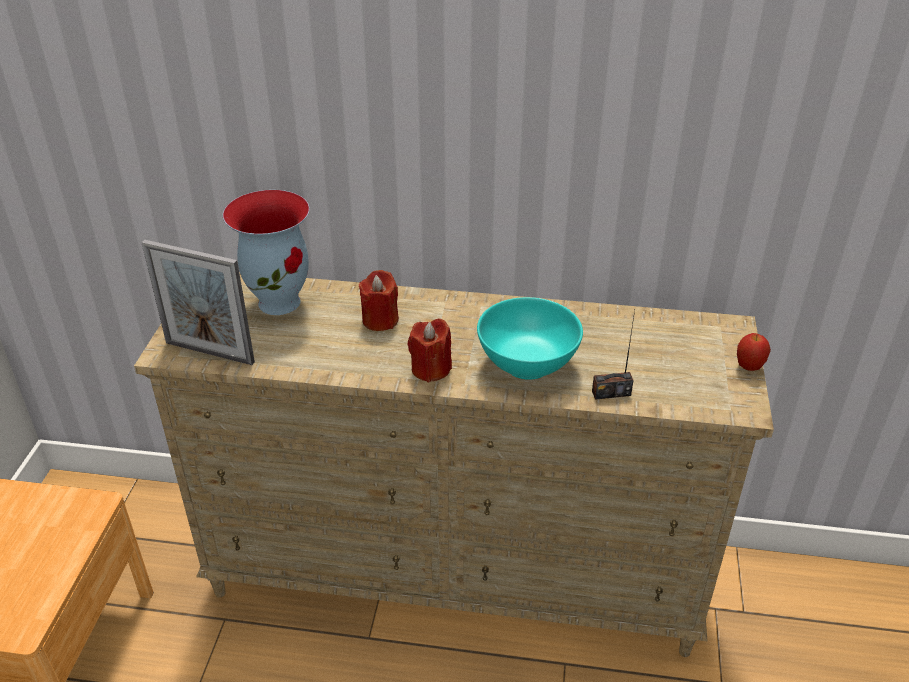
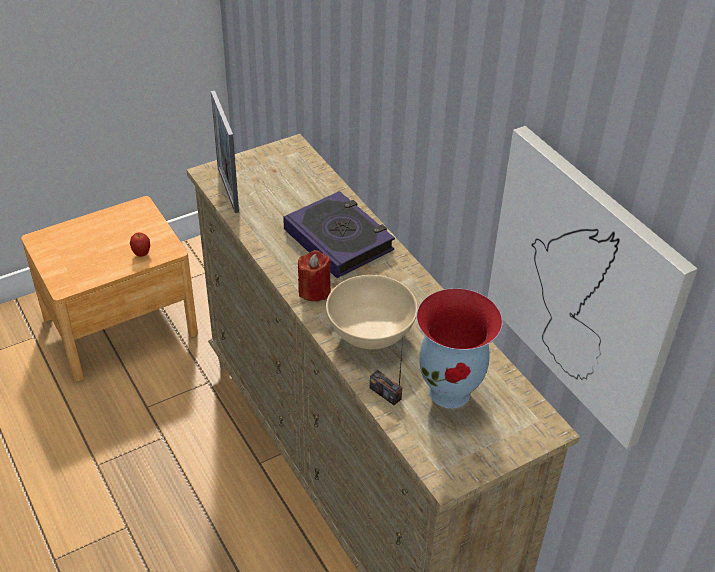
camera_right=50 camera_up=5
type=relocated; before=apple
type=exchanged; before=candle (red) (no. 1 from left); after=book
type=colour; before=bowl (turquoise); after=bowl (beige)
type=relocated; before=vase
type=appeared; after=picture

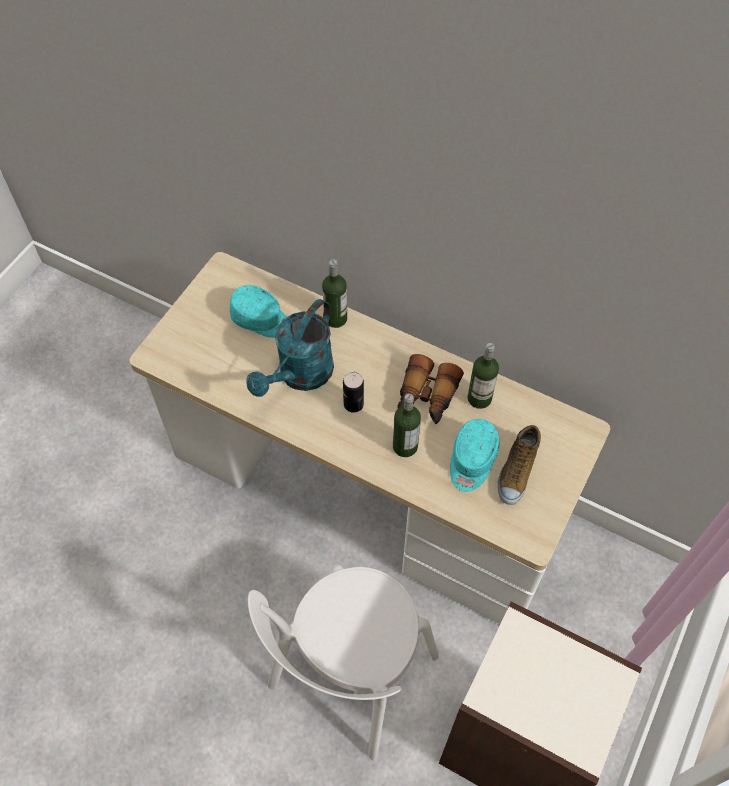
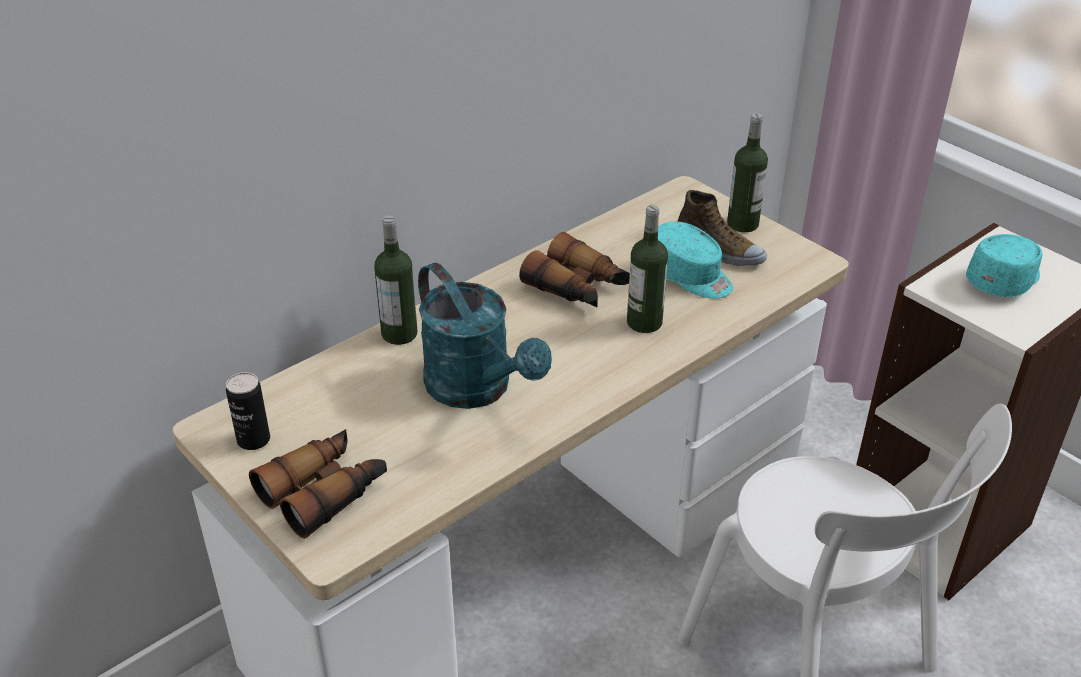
camera_right=-70 camera_up=-20
type=relocated; before=can
type=appeared; after=binoculars (no. 1 from left)
type=relocated; before=bottle (no. 3 from left)
type=relocated; before=cap (turquoise) (no. 1 from left in the first image); after=cap (turquoise) (no. 2 from left)

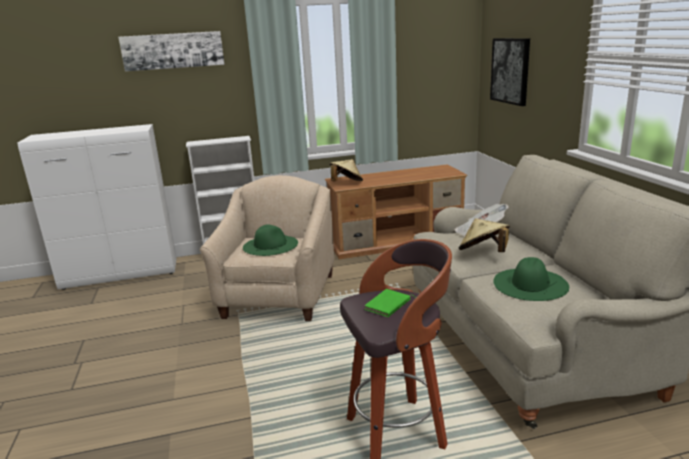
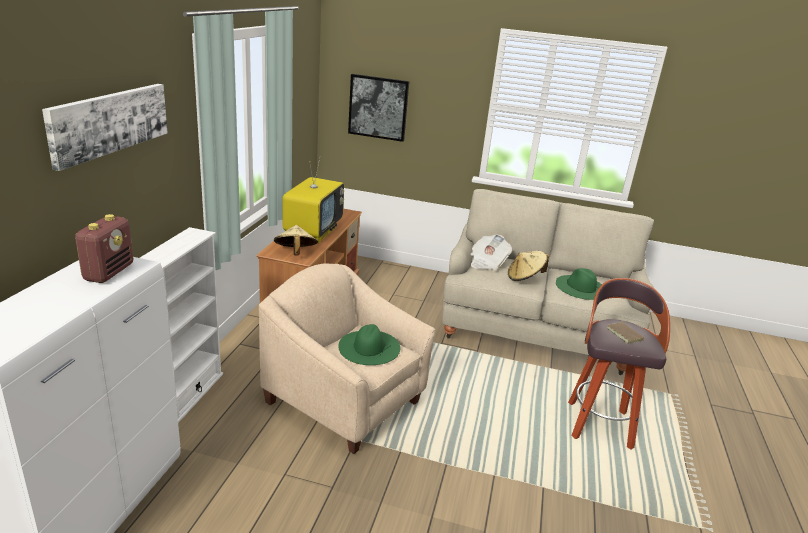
camera_right=-65 camera_up=5
type=appeared; after=radio
type=appeared; after=television
type=colour; before=book (green); after=book (brown)

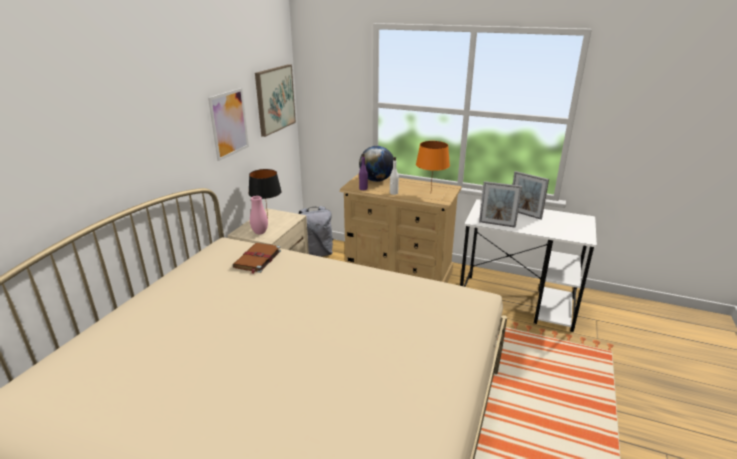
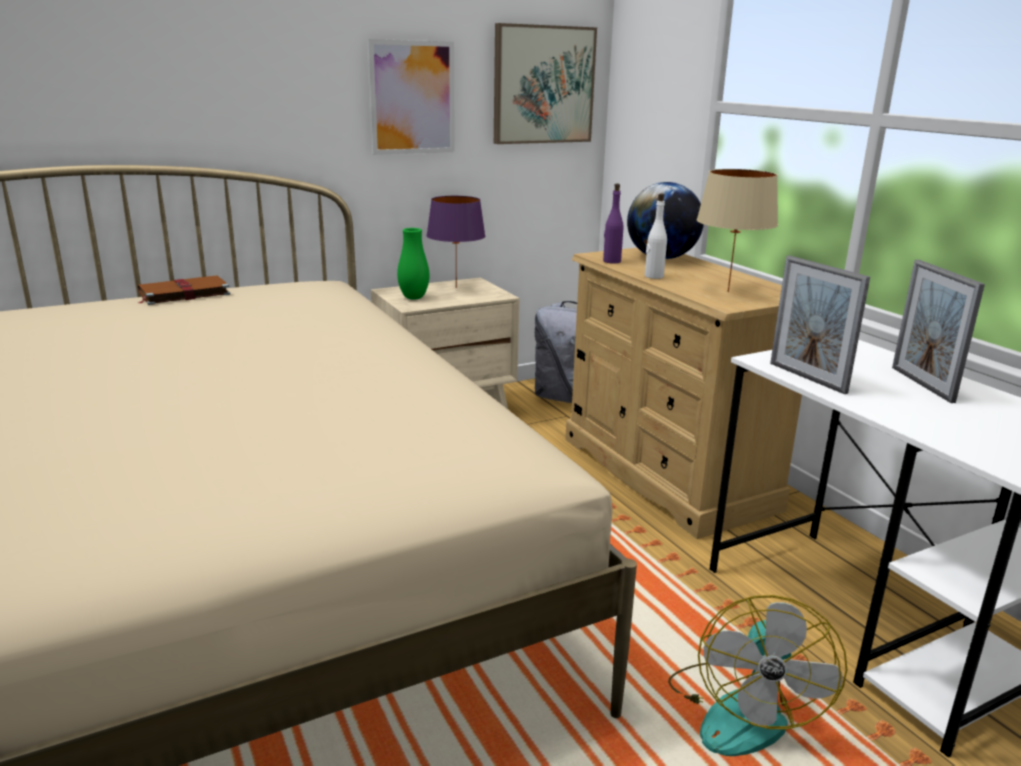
camera_right=40 camera_up=-5
type=relocated; before=book (brown)
type=colour; before=vase (pink); after=vase (green)
type=colour; before=table lamp (black); after=table lamp (purple)
type=appeared; after=fan
type=colour; before=table lamp (orange); after=table lamp (beige)

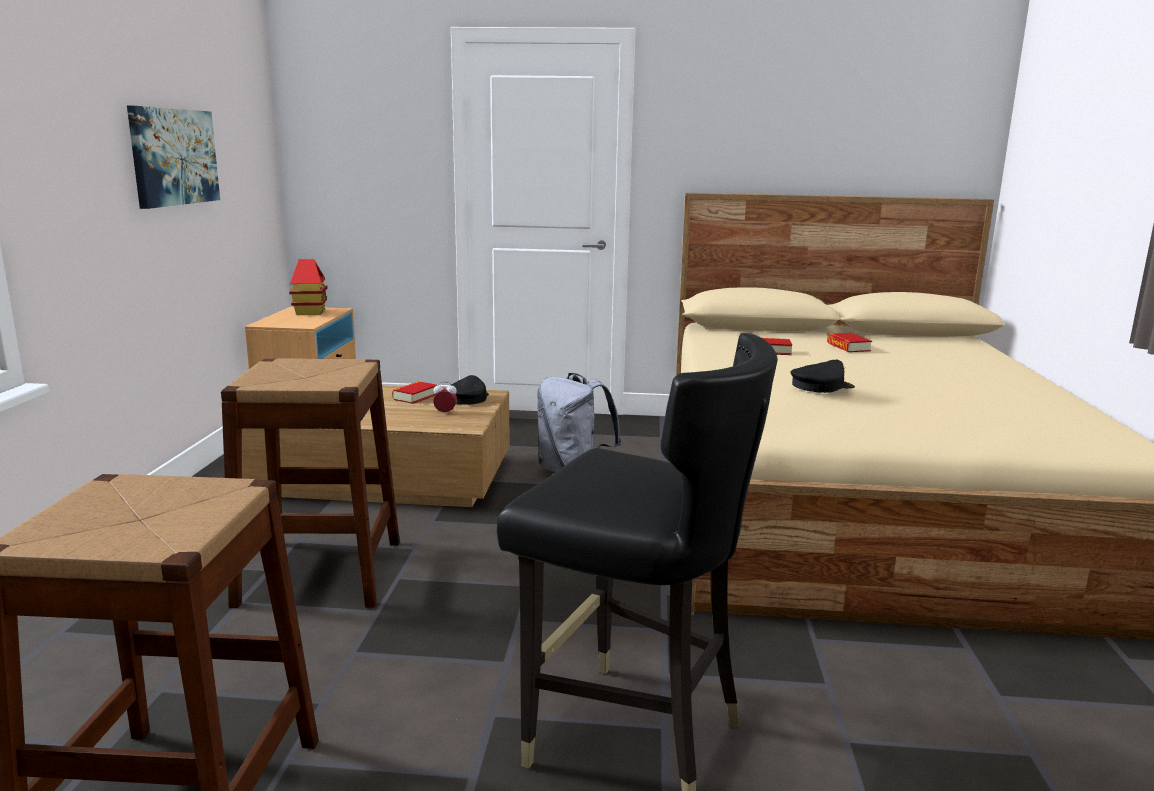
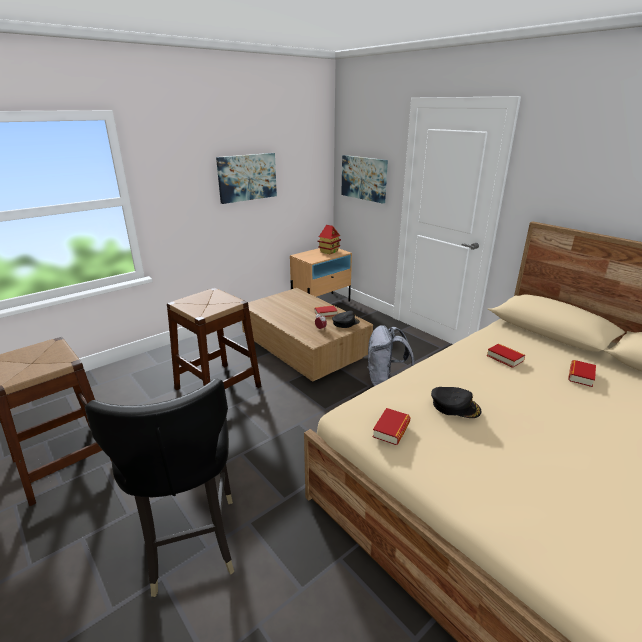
camera_right=45 camera_up=10
type=appeared; after=picture (no. 2 from left)
type=appeared; after=book (no. 2 from left)

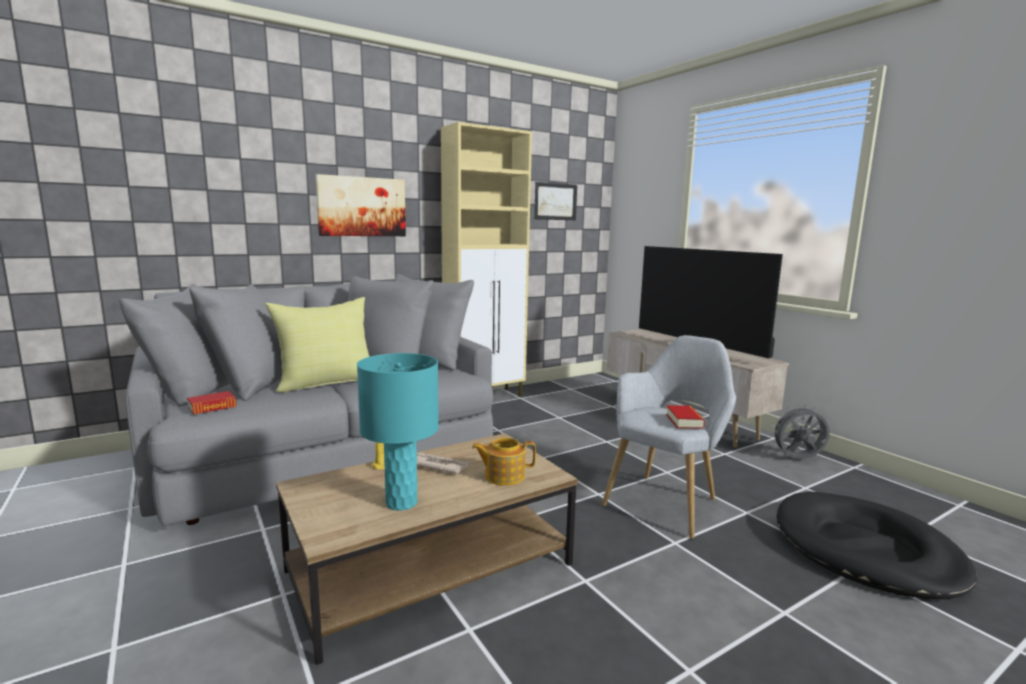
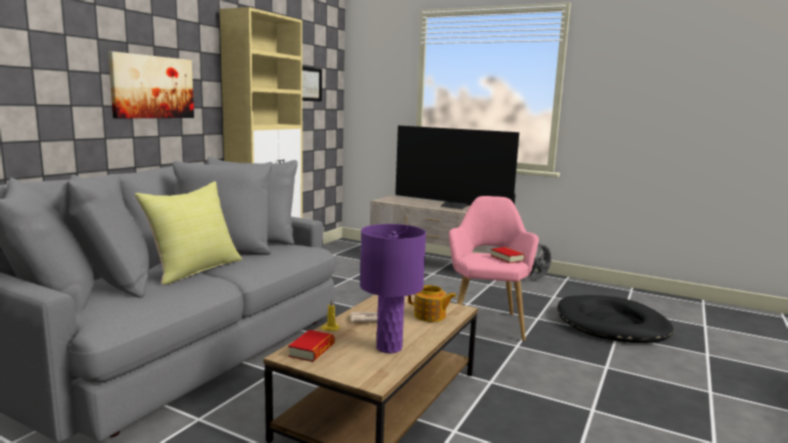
camera_right=-30 camera_up=0
type=relocated; before=book (no. 1 from left)
type=colour; before=table lamp (turquoise); after=table lamp (purple)
type=spun; before=teapot; turn=-120
type=colour; before=armchair (grey); after=armchair (pink)

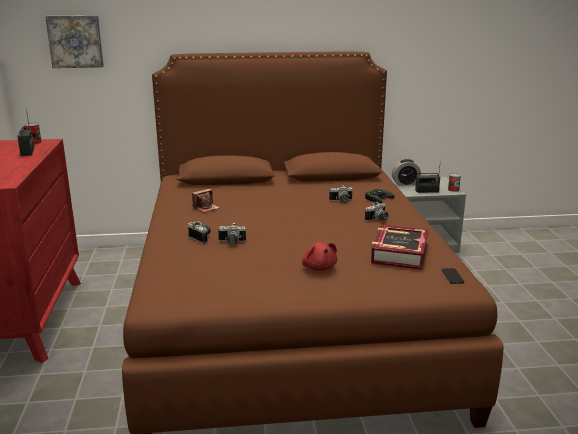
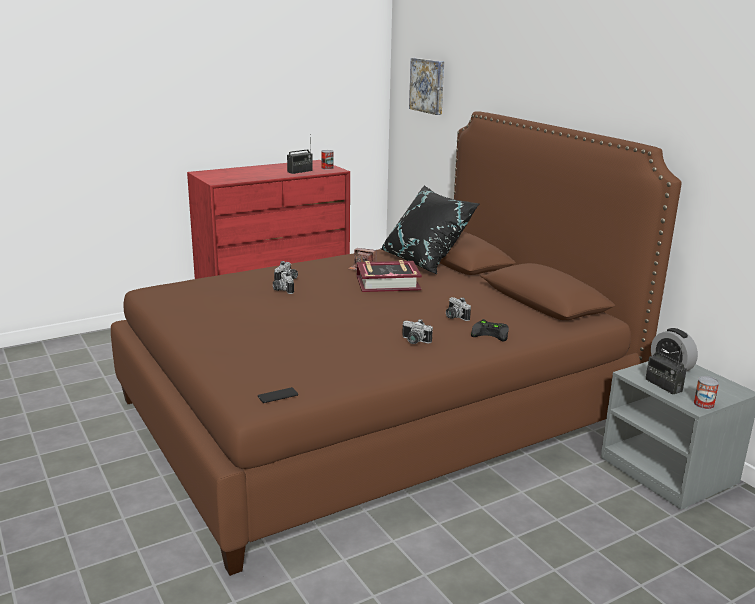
camera_right=65 camera_up=0
type=relocated; before=book
type=appeared; after=pillow (black)
type=missing; before=plush toy (red)

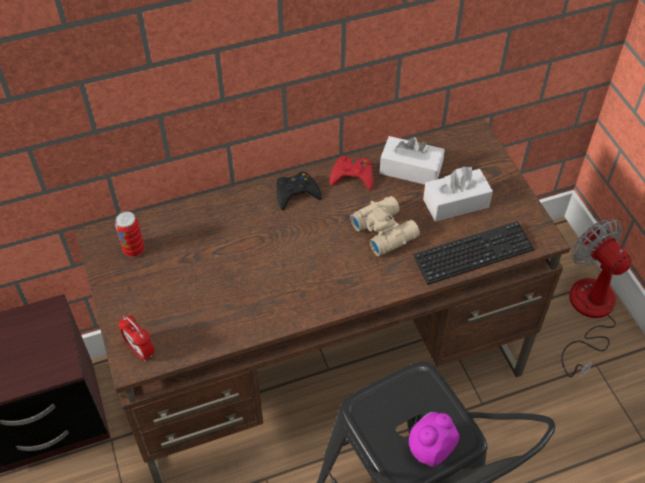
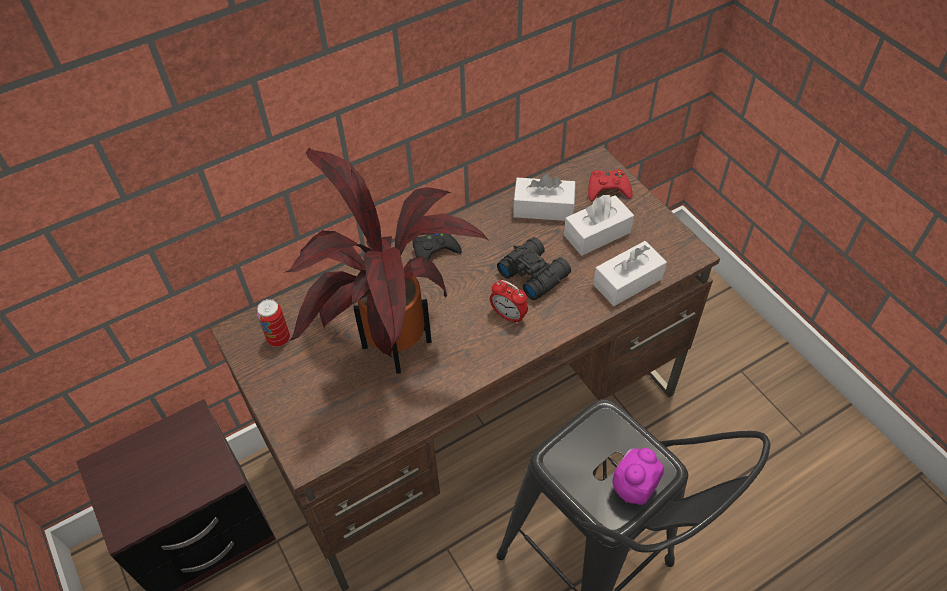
camera_right=-10 camera_up=0
type=appeared; after=potted plant
type=relocated; before=alarm clock (no. 1 from left)
type=colour; before=binoculars (beige); after=binoculars (black)
type=relocated; before=game controller (red)
type=exchanged; before=keyboard; after=tissue box (white) (no. 3 from left)
type=missing; before=fan

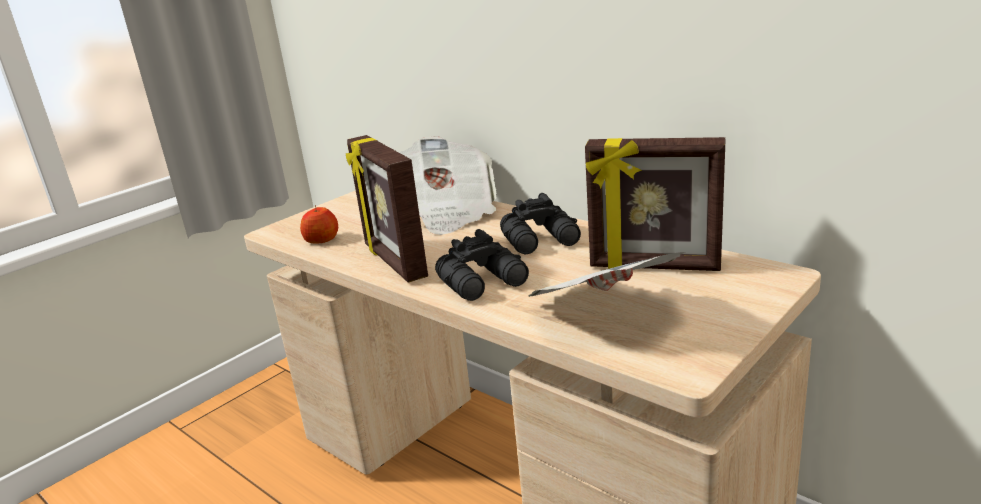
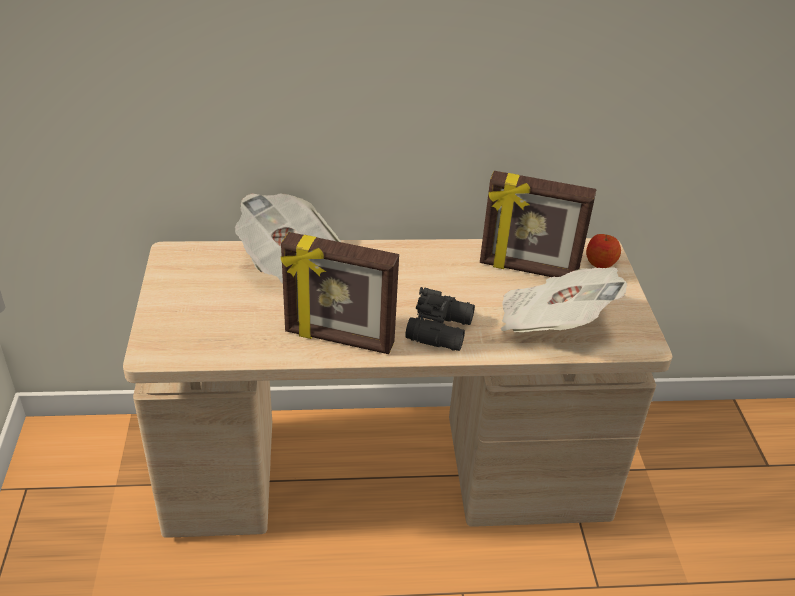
camera_right=-50 camera_up=15
type=spun; before=picture frame (no. 2 from left); turn=45
type=relocated; before=apple
type=missing; before=binoculars (black) (no. 2 from left)

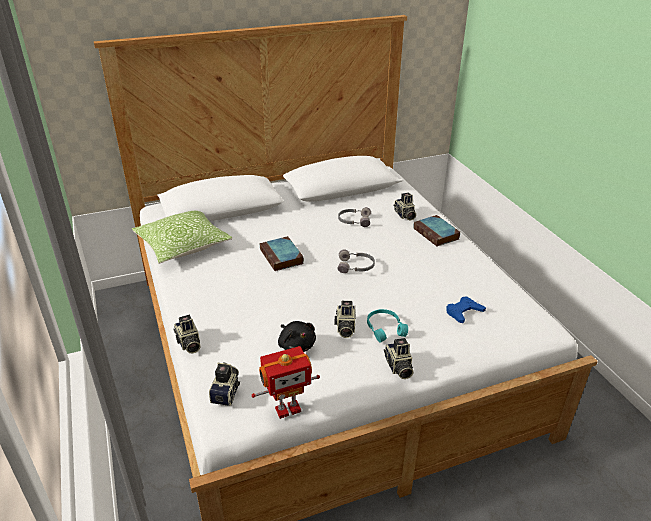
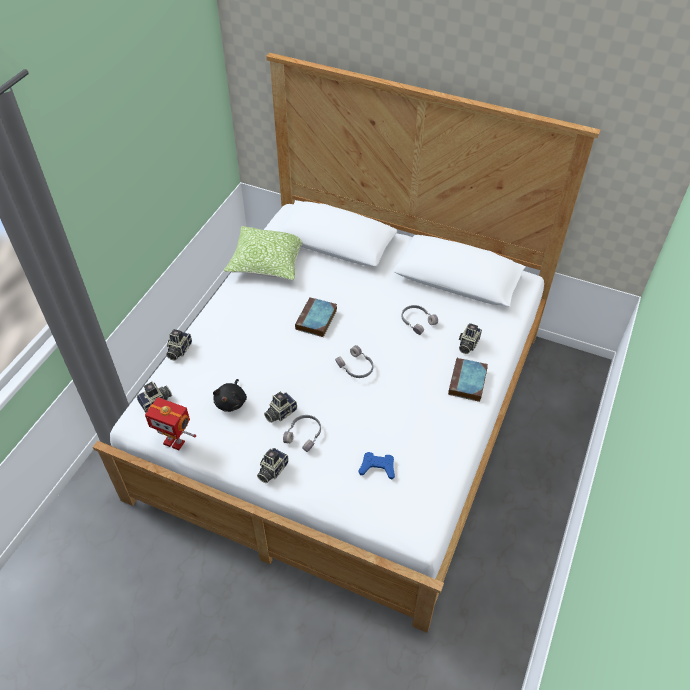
camera_right=45 camera_up=15
type=colour; before=headphones (turquoise); after=headphones (grey) (no. 1 from left)

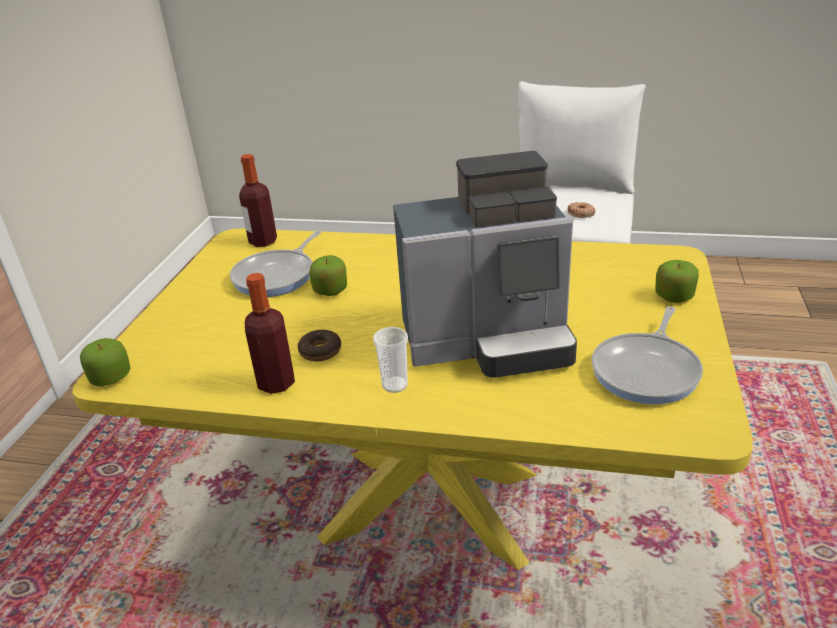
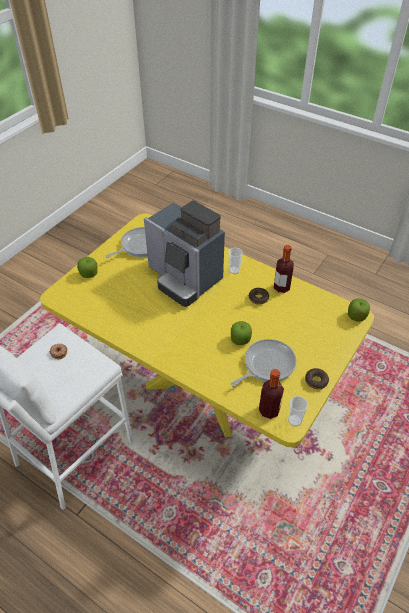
camera_right=-160 camera_up=15
type=spun; before=coffee machine; turn=-150
type=appeared; after=cup (no. 2 from left)
type=appeared; after=donut (no. 3 from left)

